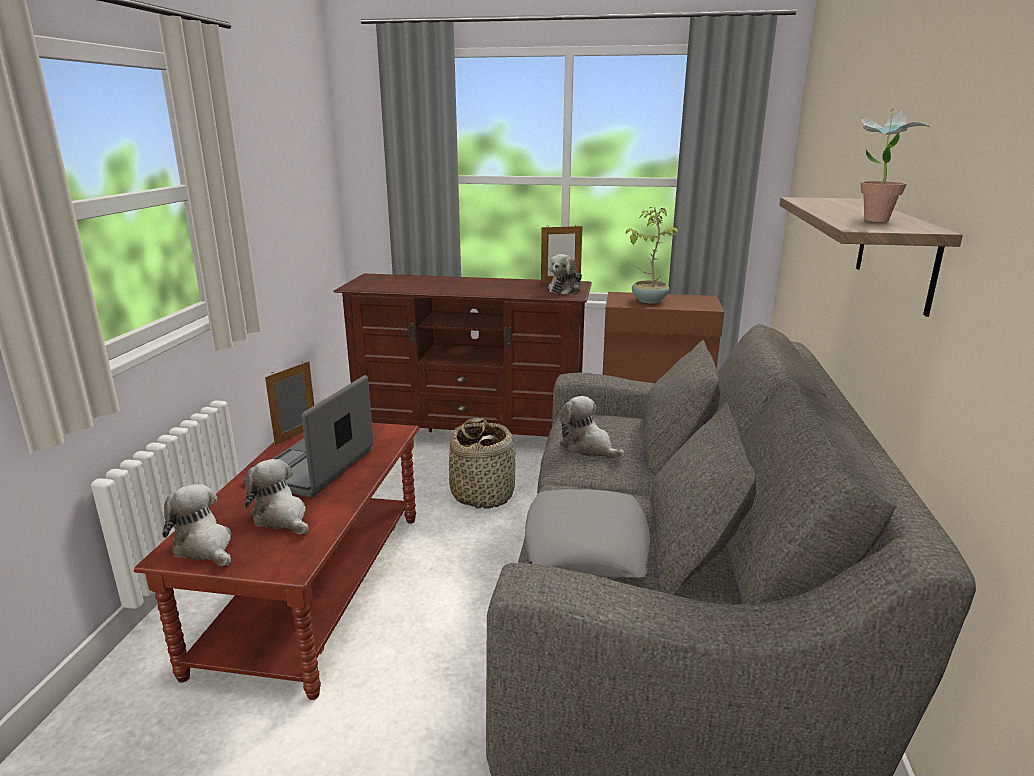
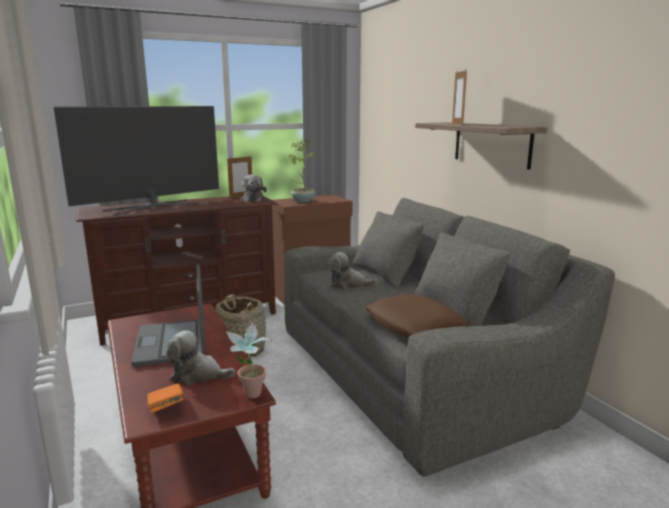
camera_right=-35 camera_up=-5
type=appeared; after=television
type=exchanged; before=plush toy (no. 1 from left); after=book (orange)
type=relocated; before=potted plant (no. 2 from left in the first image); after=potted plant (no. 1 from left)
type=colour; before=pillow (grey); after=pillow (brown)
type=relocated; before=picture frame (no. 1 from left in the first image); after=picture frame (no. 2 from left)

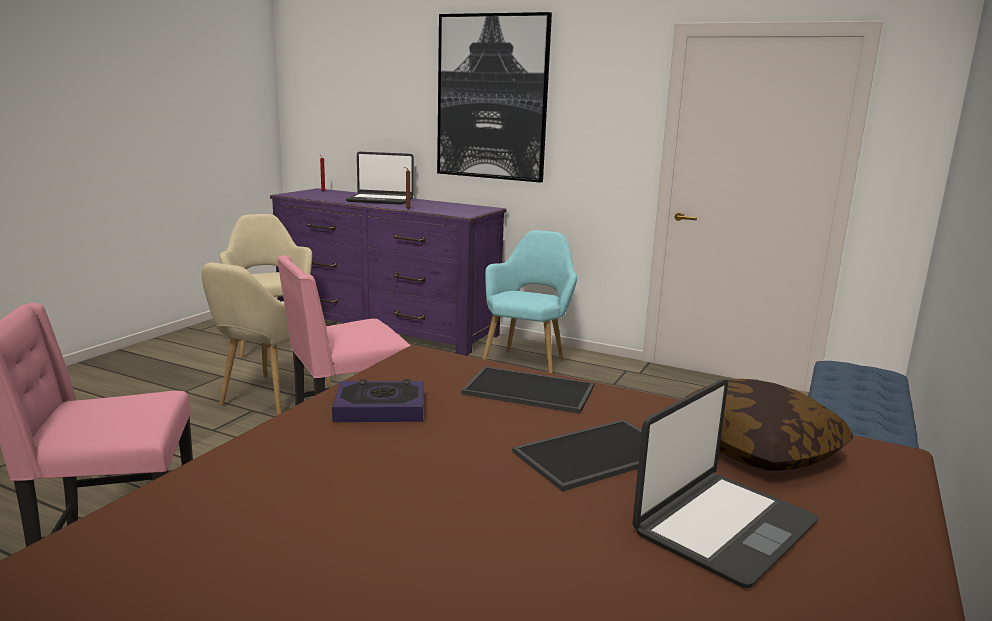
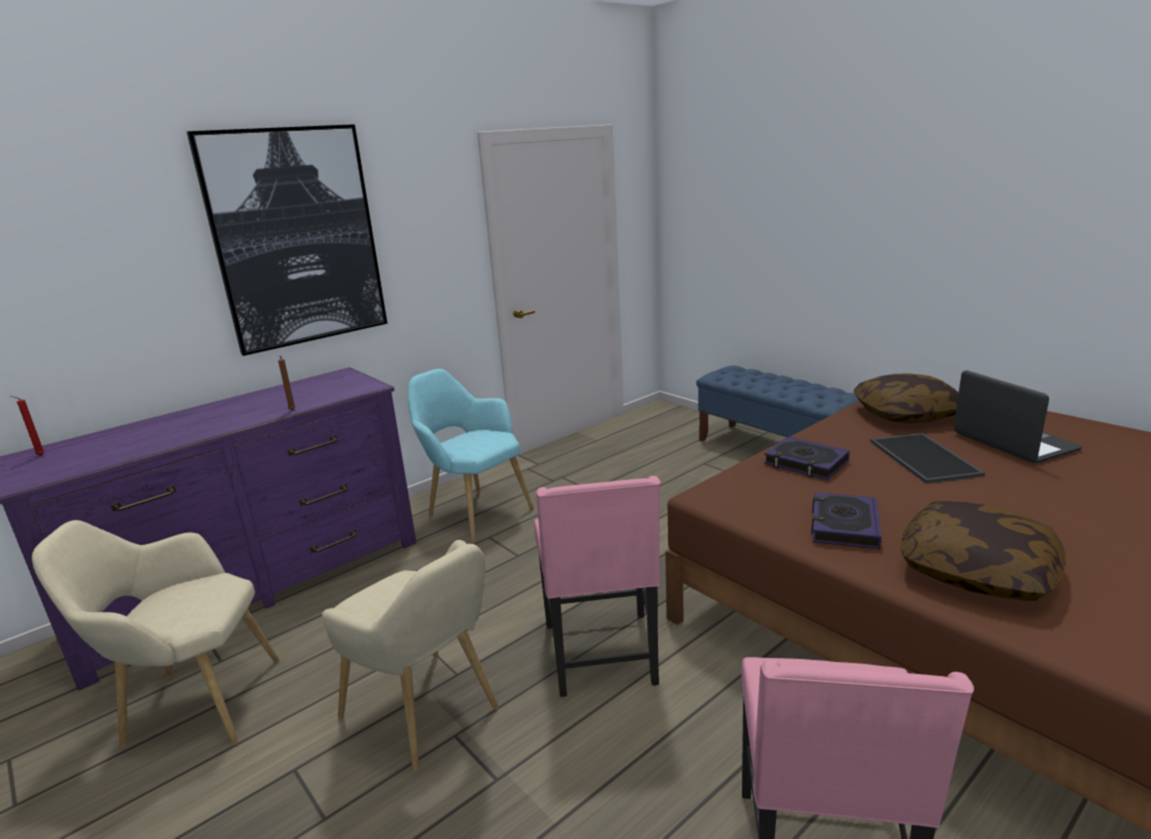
camera_right=-65 camera_up=5
type=exchanged; before=tray (no. 1 from left); after=book (no. 1 from left)
type=appeared; after=pillow (no. 2 from left)
type=missing; before=laptop (no. 1 from left)

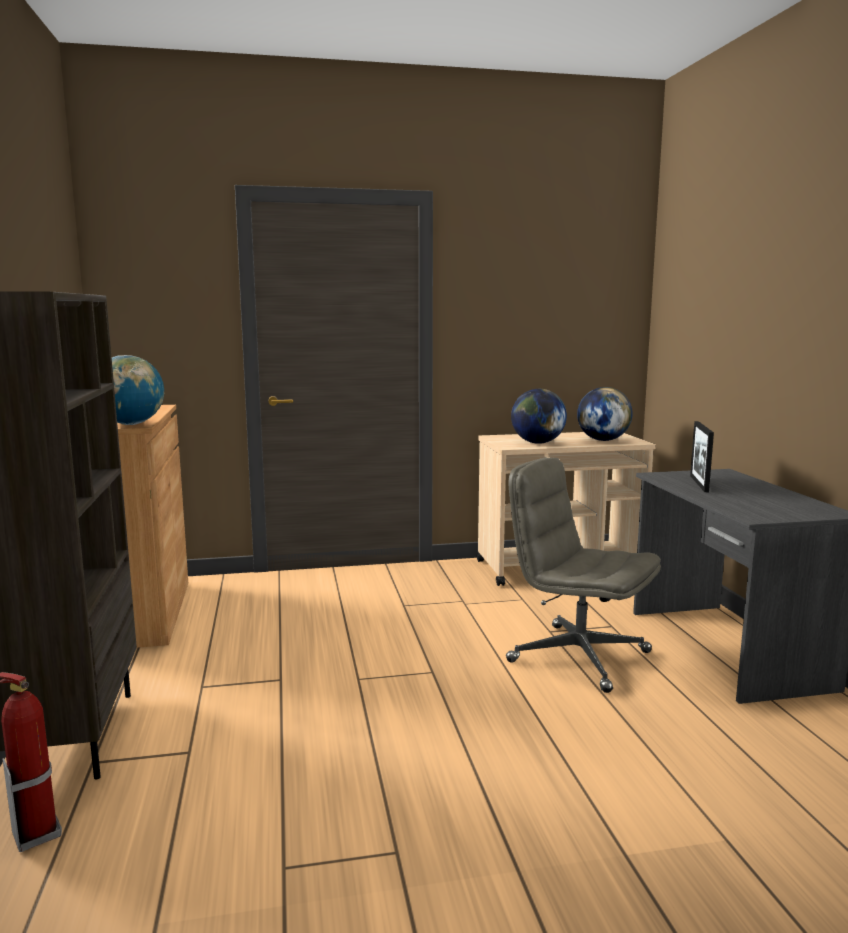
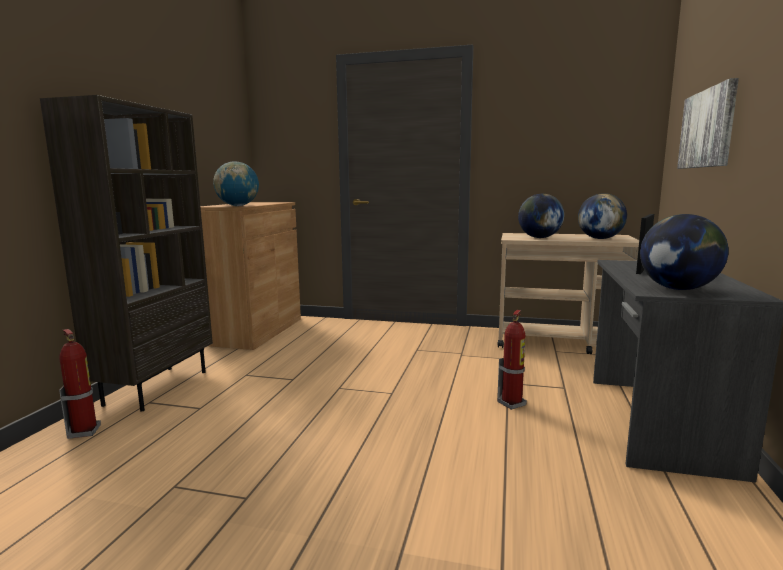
camera_right=25 camera_up=0
type=exchanged; before=office chair (grey); after=fire extinguisher (no. 2 from left)
type=appeared; after=globe (no. 4 from left)
type=appeared; after=picture

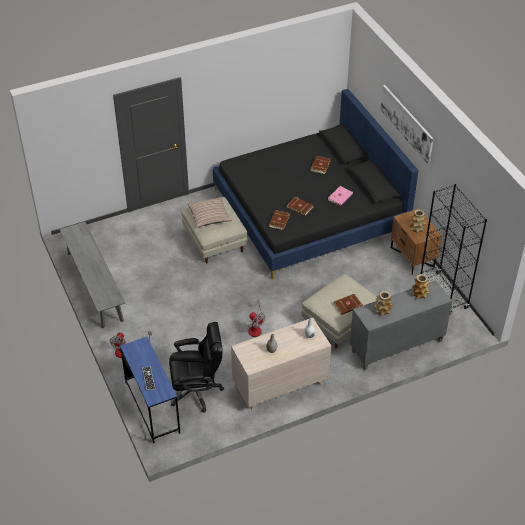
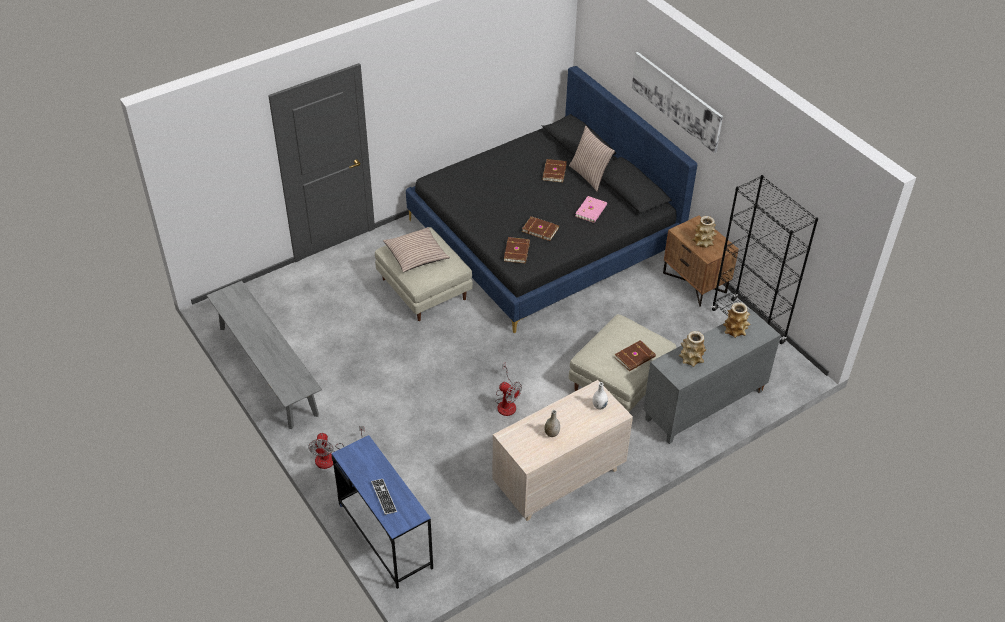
camera_right=-10 camera_up=0
type=appeared; after=pillow (no. 2 from left)
type=missing; before=office chair (black)

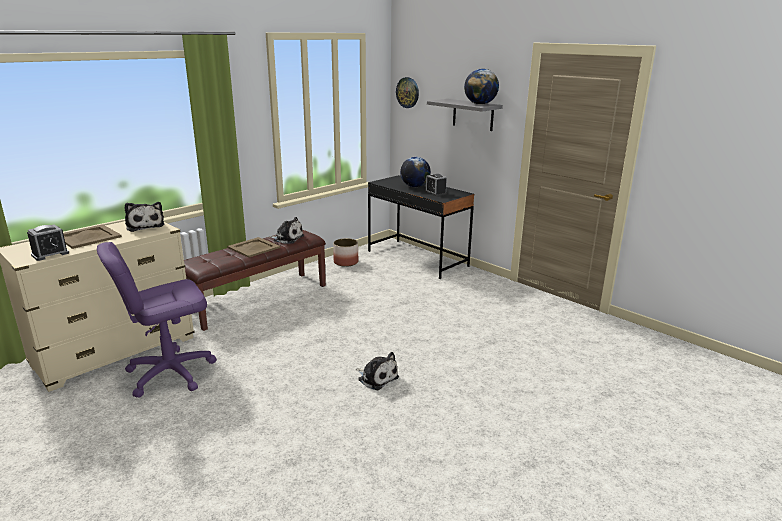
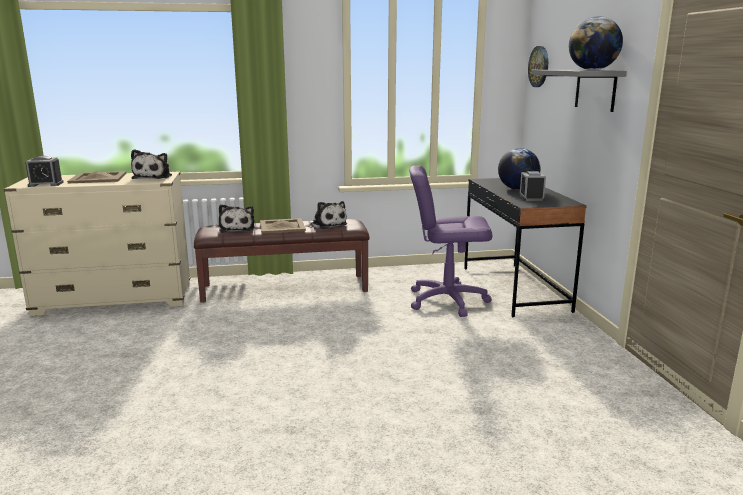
camera_right=35 camera_up=-5
type=relocated; before=plush toy (no. 3 from left in the first image); after=plush toy (no. 2 from left)
type=relocated; before=office chair (purple)
type=missing; before=planter

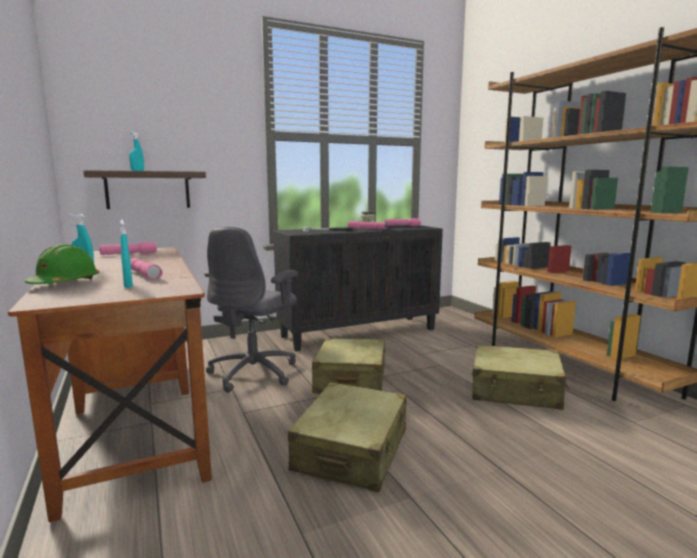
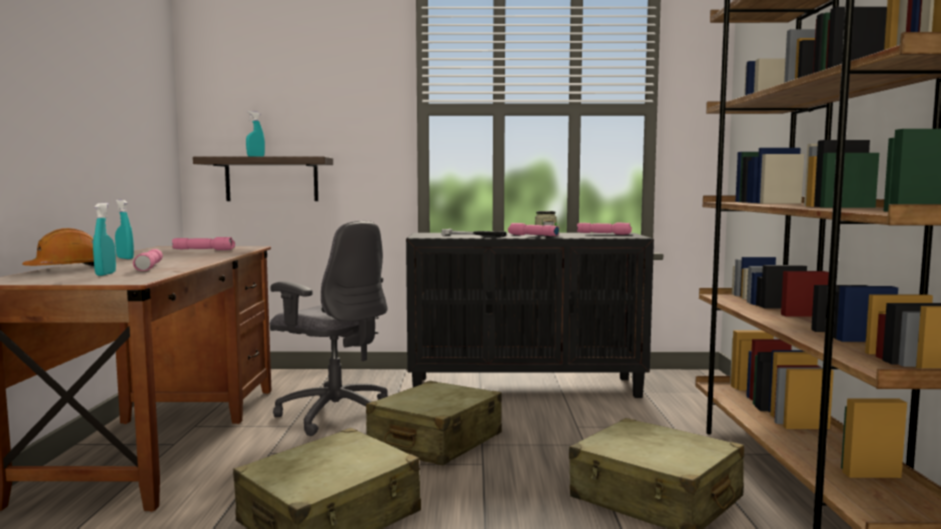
camera_right=25 camera_up=-5
type=colour; before=hard hat (green); after=hard hat (orange)
type=spun; before=office chair (grey); turn=-105

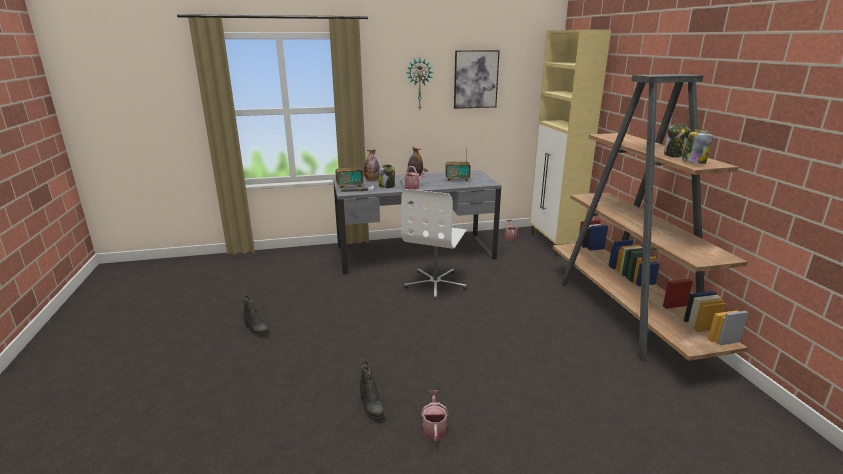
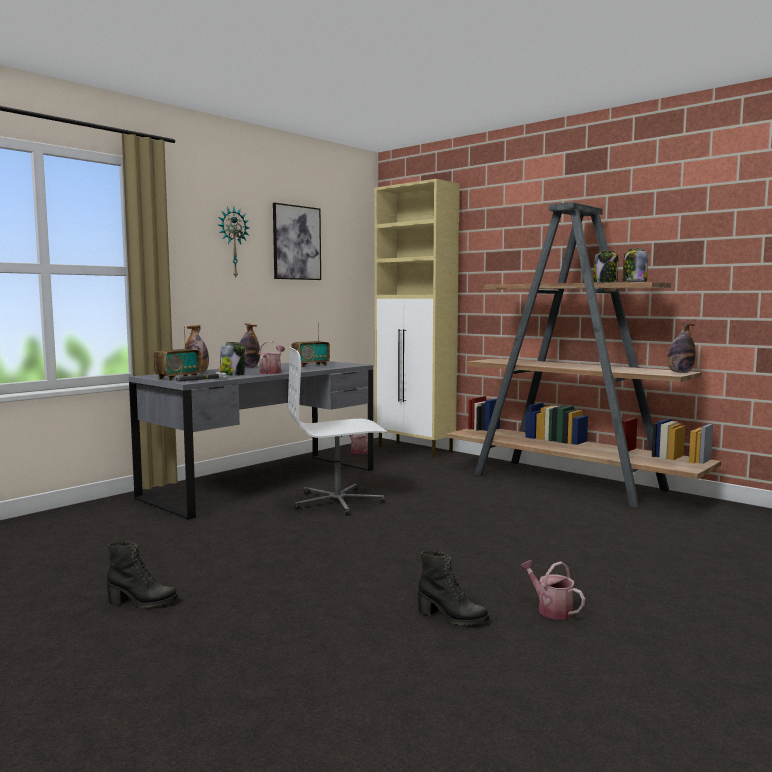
camera_right=-35 camera_up=-15
type=spun; before=office chair (white); turn=90
type=appeared; after=bottle (no. 3 from left)

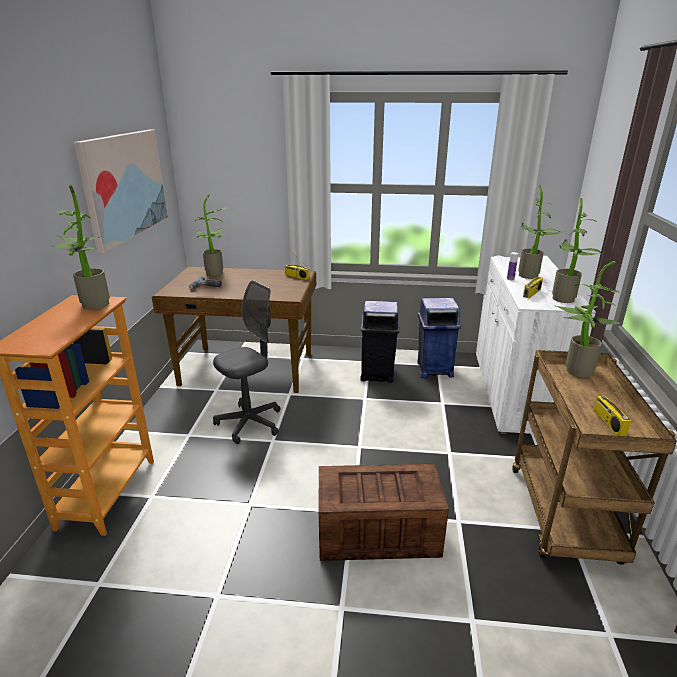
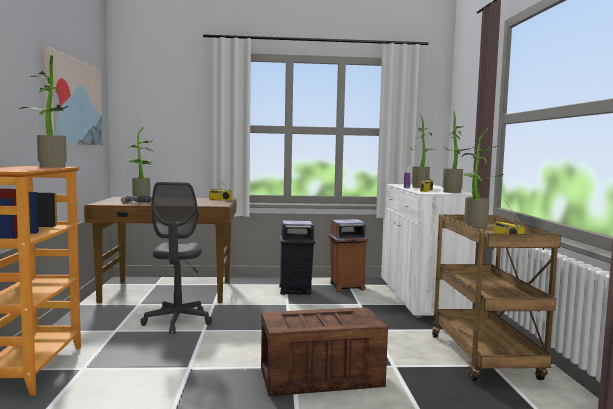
camera_right=-10 camera_up=-20
type=spun; before=office chair (grey); turn=135
type=colour; before=trash can (blue) (no. 2 from left); after=trash can (brown)

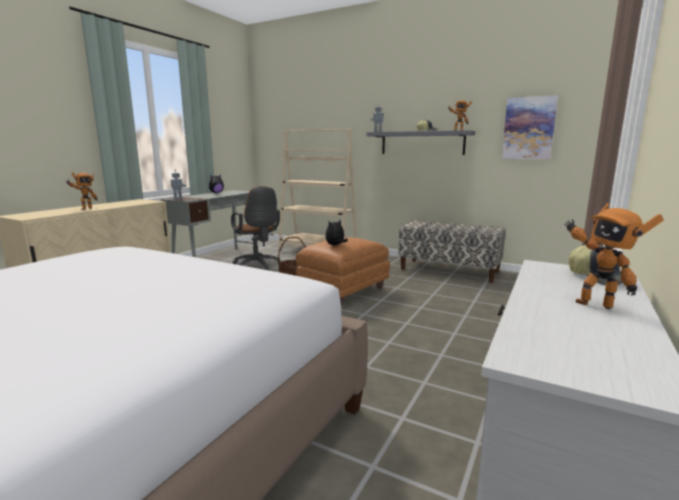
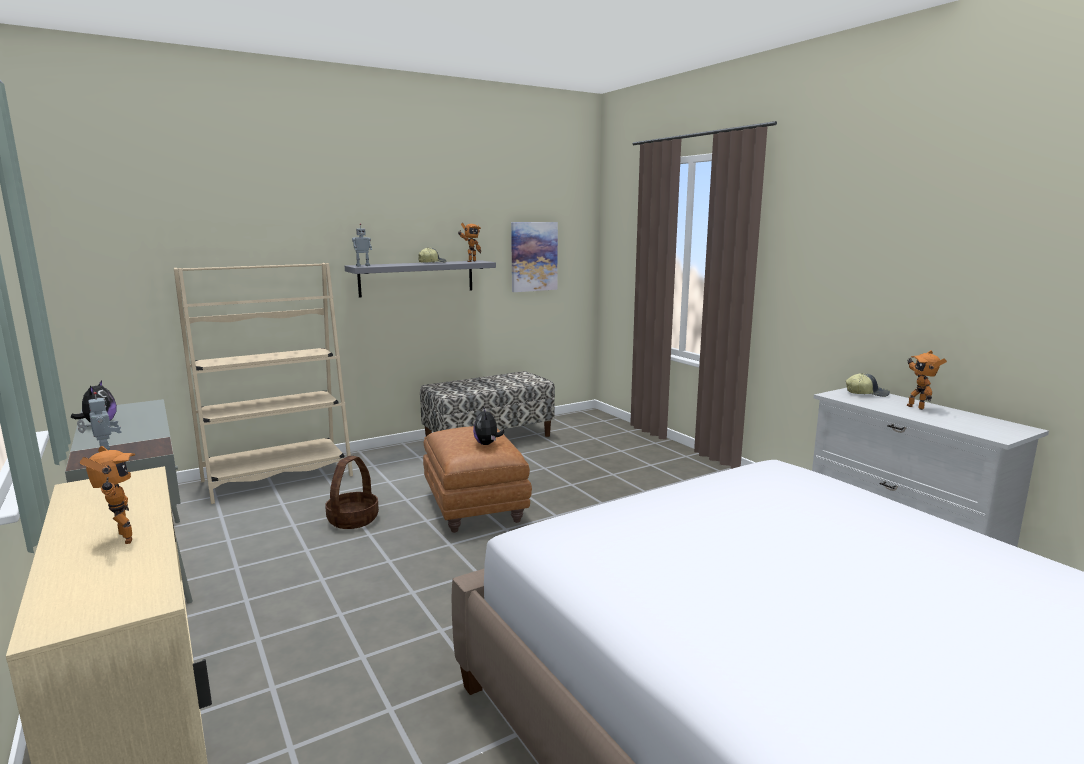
camera_right=-60 camera_up=0
type=spun; before=toy robot (no. 5 from left); turn=90
type=missing; before=office chair (brown)

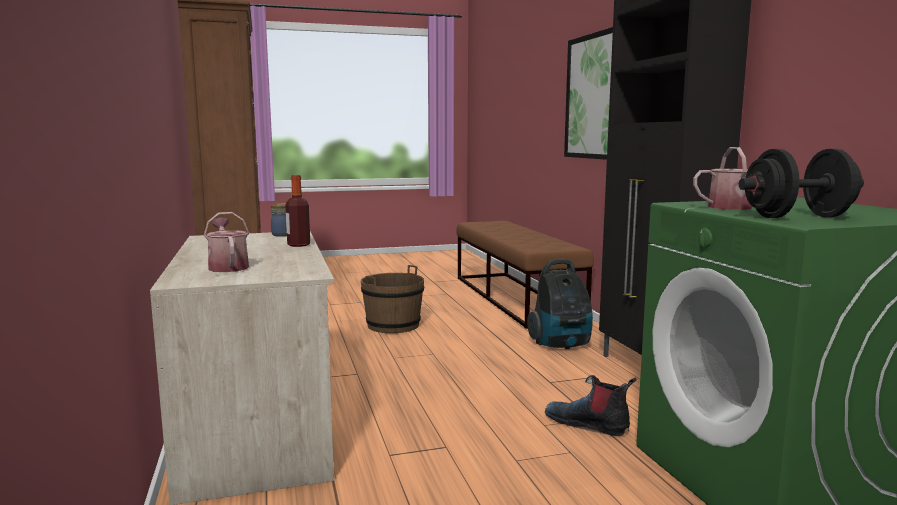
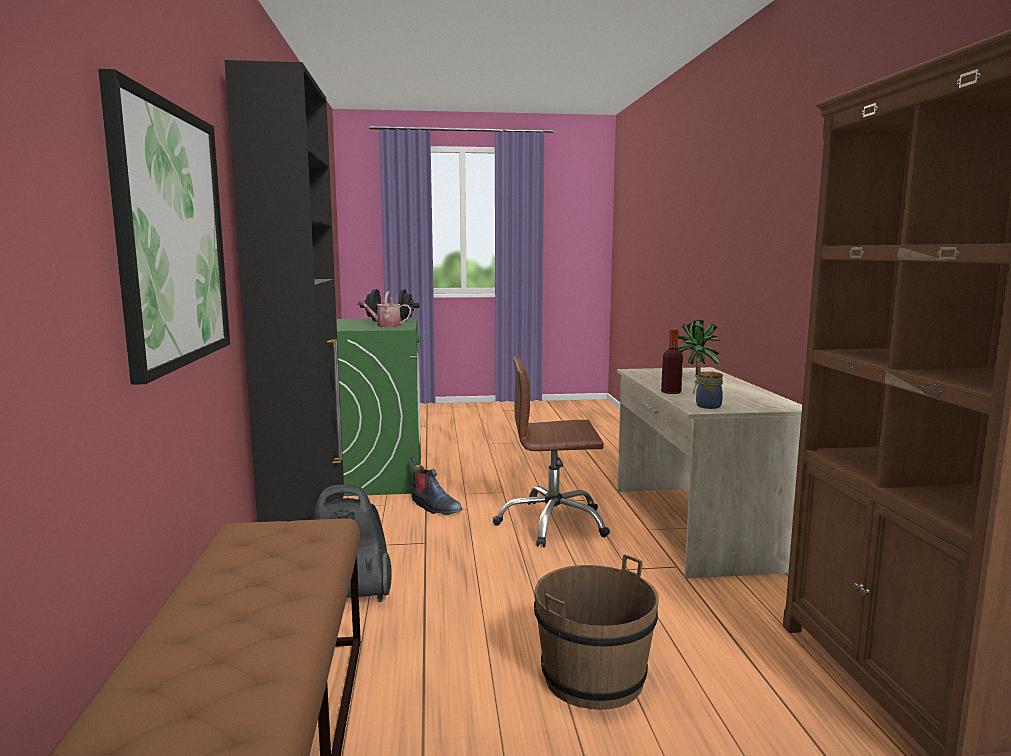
camera_right=-170 camera_up=0
type=appeared; after=office chair (brown)
type=exchanged; before=watering can (no. 1 from left); after=potted plant

